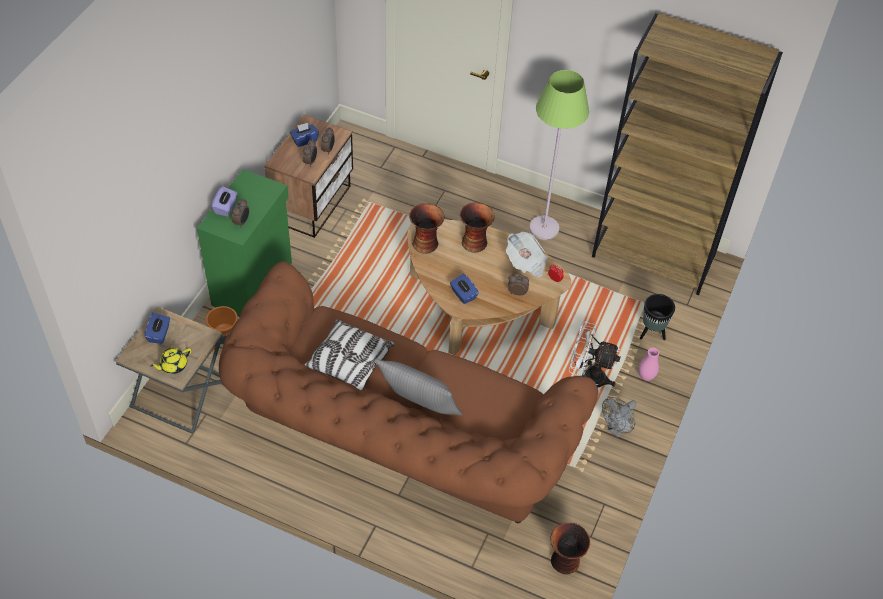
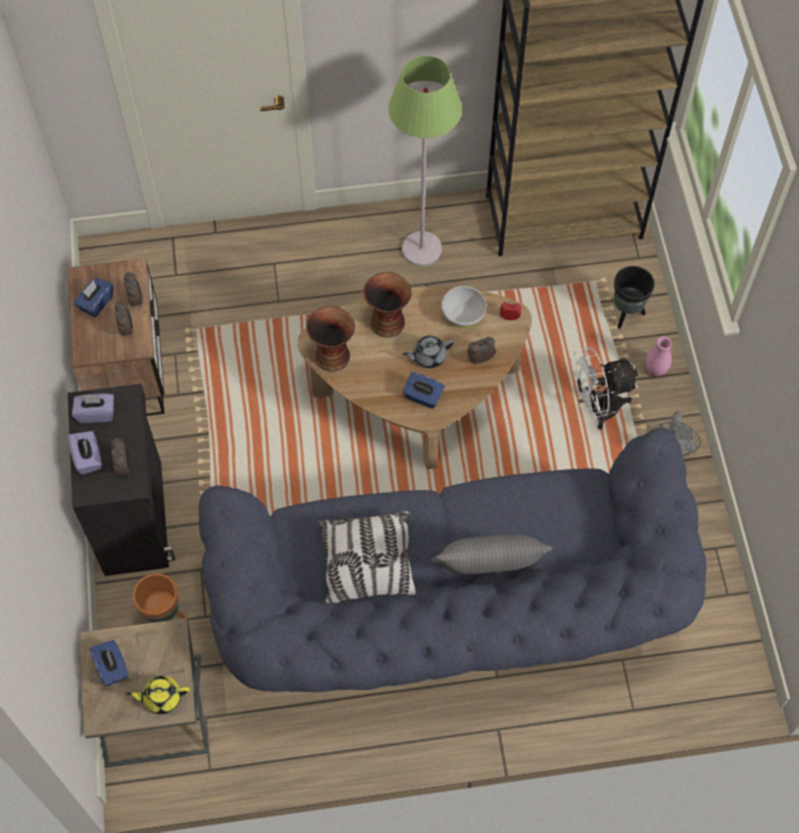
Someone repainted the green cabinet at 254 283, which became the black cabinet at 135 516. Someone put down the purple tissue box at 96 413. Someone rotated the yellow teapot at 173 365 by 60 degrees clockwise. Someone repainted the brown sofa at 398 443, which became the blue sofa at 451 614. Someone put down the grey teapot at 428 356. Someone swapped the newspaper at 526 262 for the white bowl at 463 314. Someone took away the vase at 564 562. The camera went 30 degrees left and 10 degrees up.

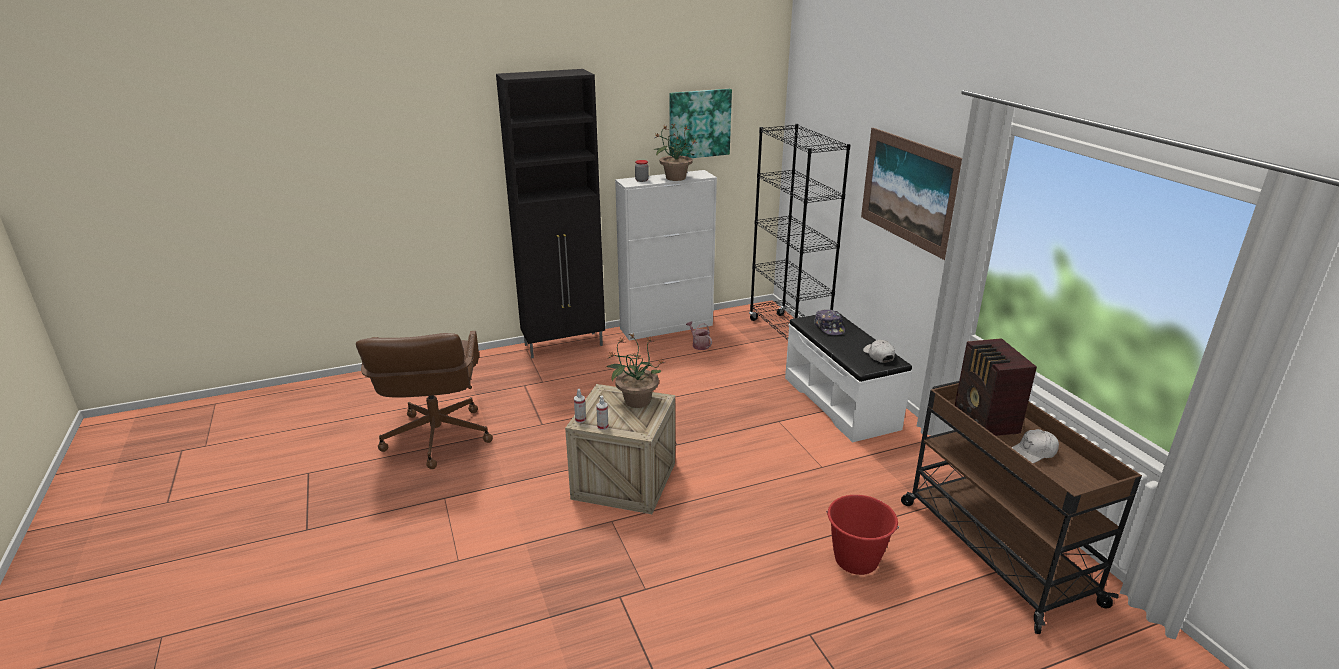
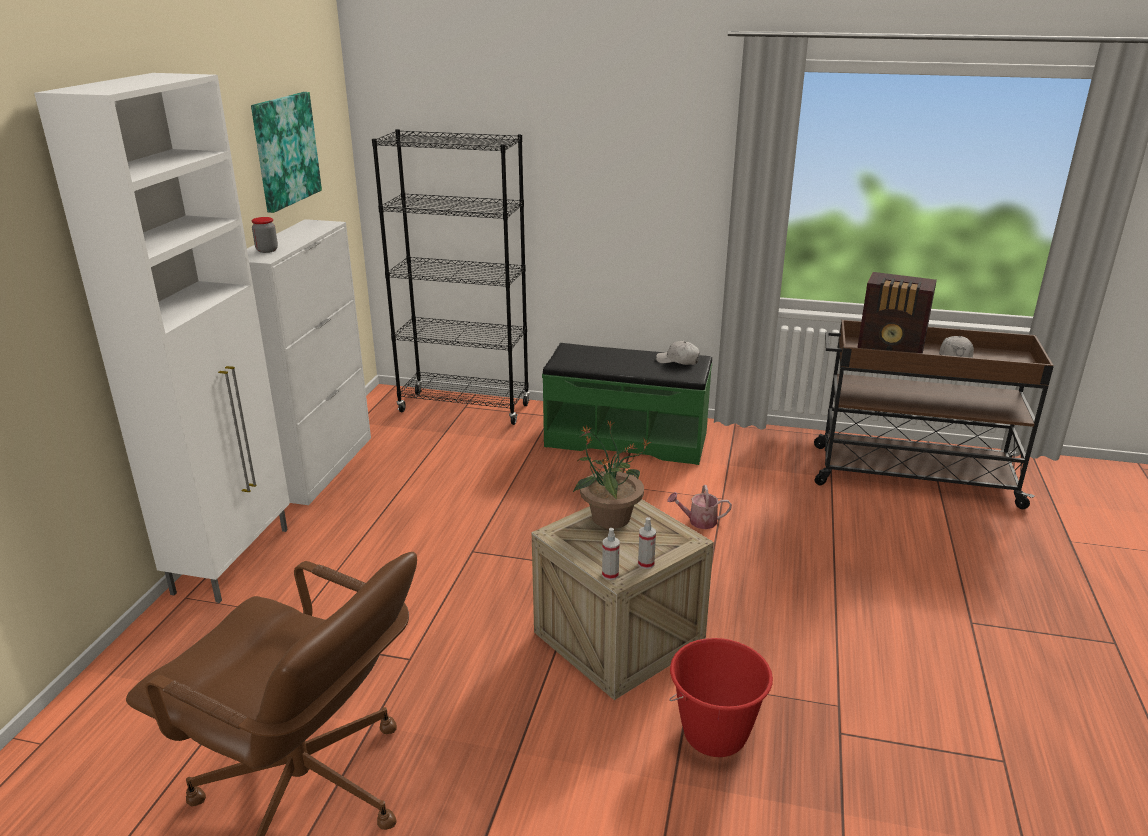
Someone repainted the black cabinet at 565 345, which became the white cabinet at 234 559. Someone repainted the white bench at 841 402, which became the green bench at 626 439. Someone carried the watering can from 699 345 to 698 521. Someone carried the red bucket from 856 560 to 715 734. Someone took away the potted plant at 675 178. Someone took away the cap at 829 327. Someone took away the picture at 909 191. The camera went 55 degrees left and 0 degrees up.

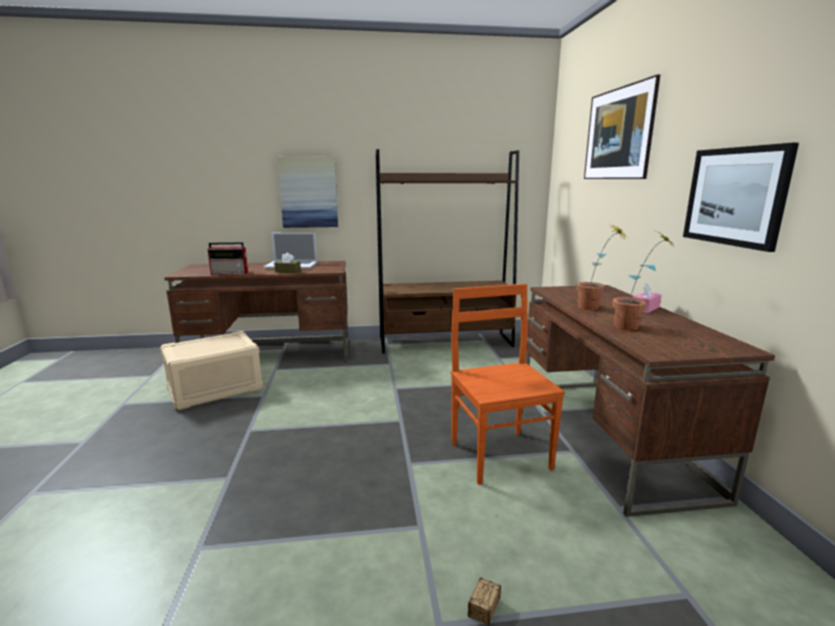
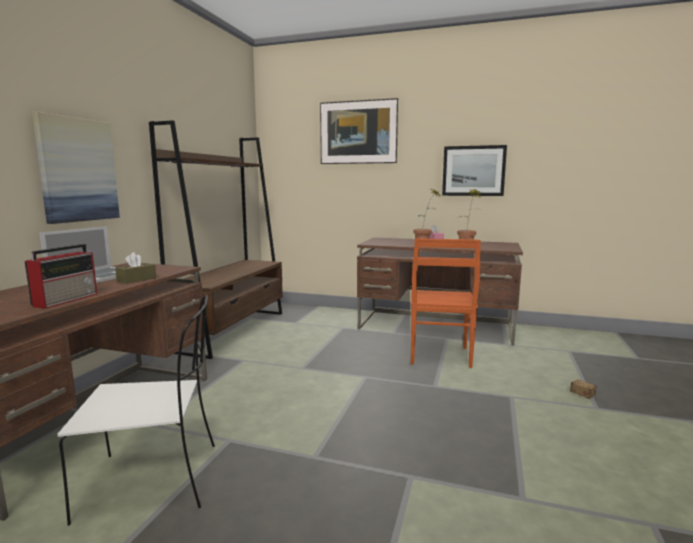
Someone swapped the beige storage box at 215 390 for the white chair at 155 480. Someone rotated the orange chair at 499 454 by 90 degrees counterclockwise. The camera went 65 degrees left and 5 degrees down.

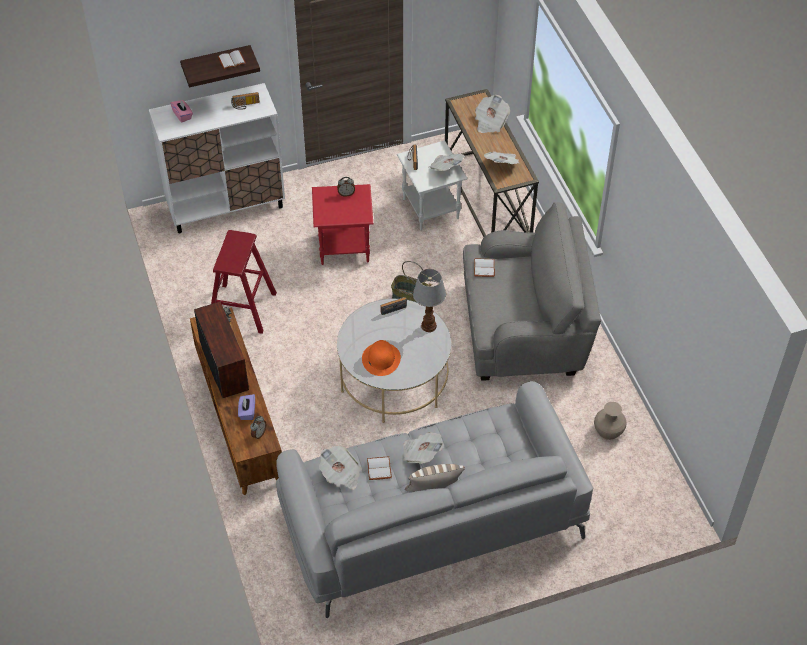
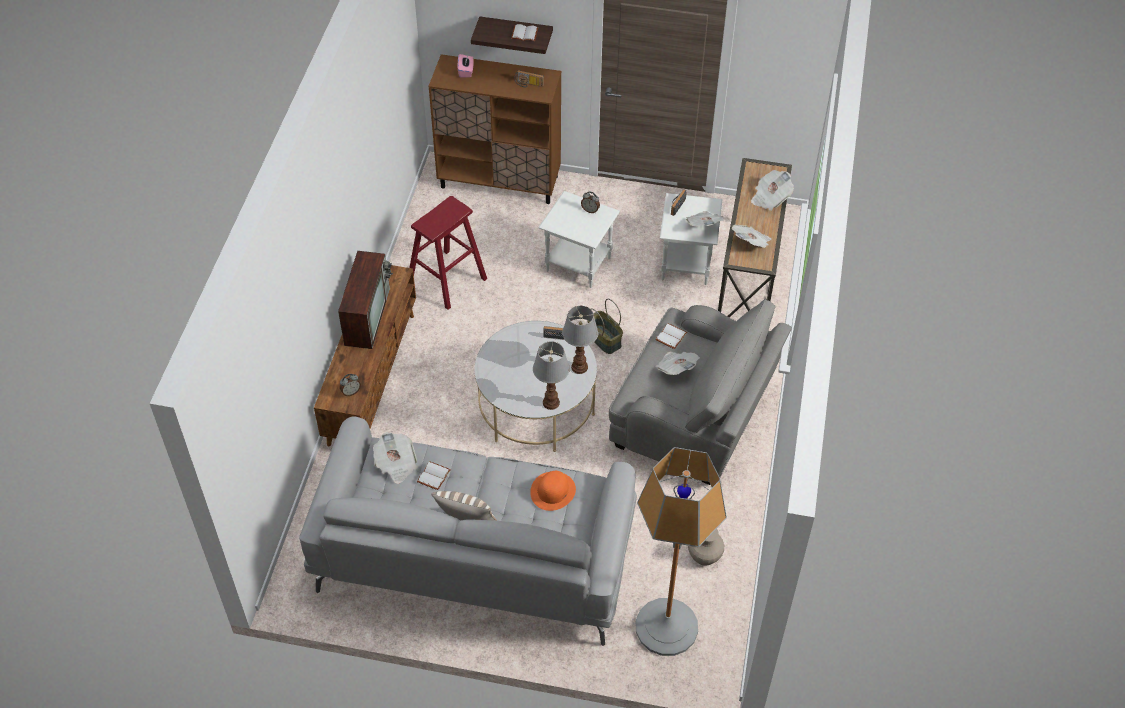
Someone repainted the white cabinet at 226 206, which became the brown cabinet at 500 182. Someone carried the orange hat from 381 359 to 553 491. Someone put down the table lamp at 551 403. Someone repainted the red side table at 345 247, which became the white side table at 579 265. Someone put down the floor lamp at 666 627. Someone carried the newspaper from 421 453 to 676 368. Someone took away the purple tissue box at 247 412. The camera went 30 degrees right and 0 degrees up.

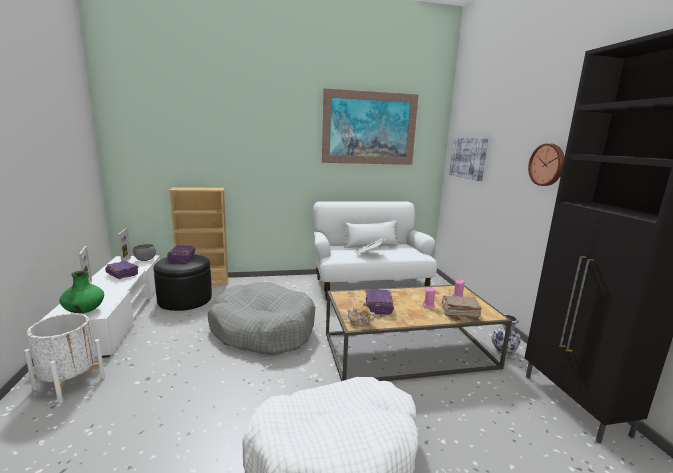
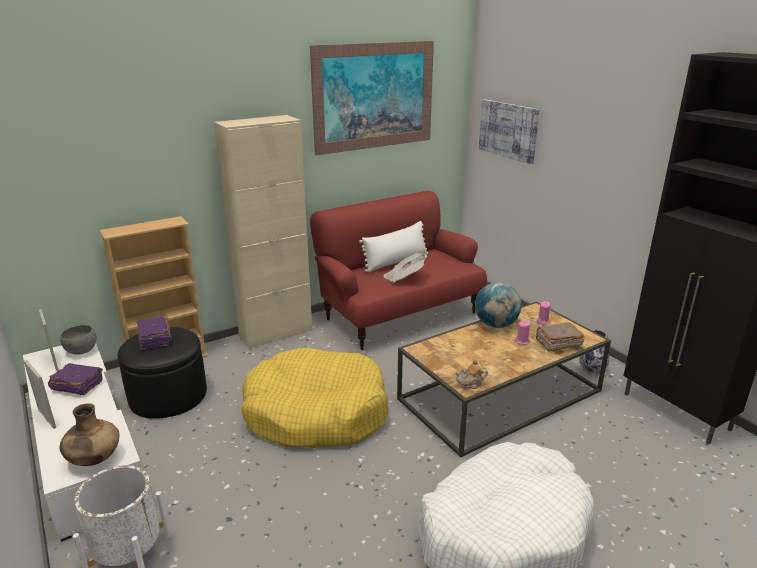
Someone repainted the green vase at 84 311, which became the brown vase at 94 459. Someone put down the beige cabinet at 275 333. Someone repainted the grey dog bed at 263 329, which became the yellow dog bed at 316 413. Someone repainted the white sofa at 369 285, which became the red sofa at 399 315. Someone put down the globe at 496 325. Someone took away the purple book at 378 308. Someone took away the wall clock at 547 164. The camera went 20 degrees left and 10 degrees up.

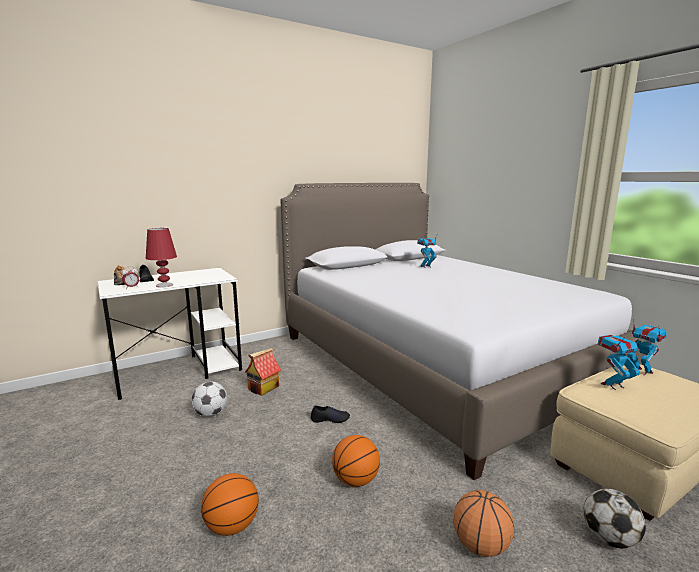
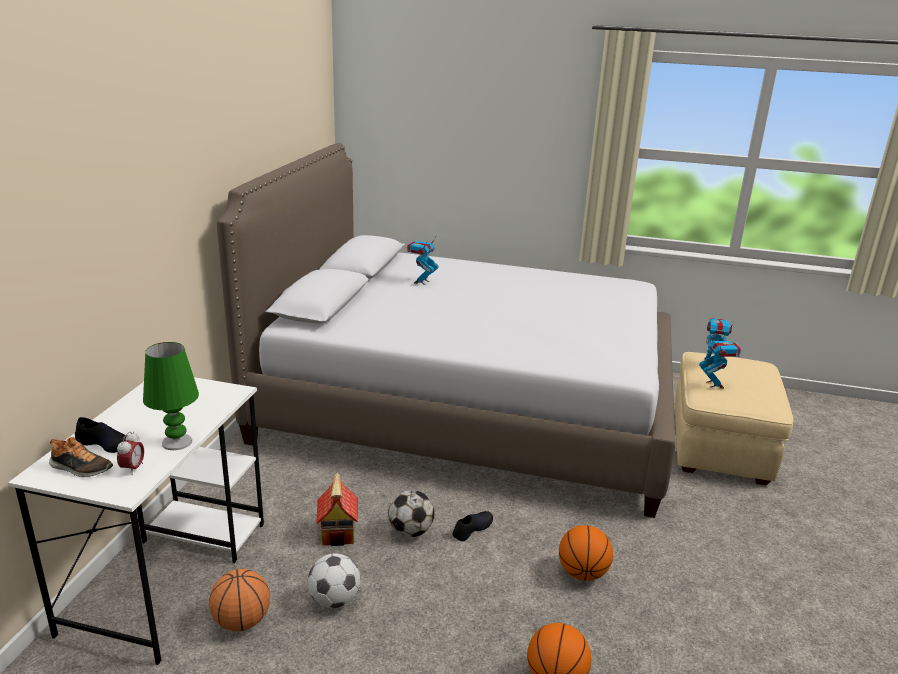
Someone repainted the red table lamp at 164 285, which became the green table lamp at 177 442. Someone carried the basketball from 480 545 to 242 621. Someone carried the football from 609 538 to 411 531. Someone rotated the toy robot at 612 385 by 150 degrees clockwise. The camera went 45 degrees left and 10 degrees up.

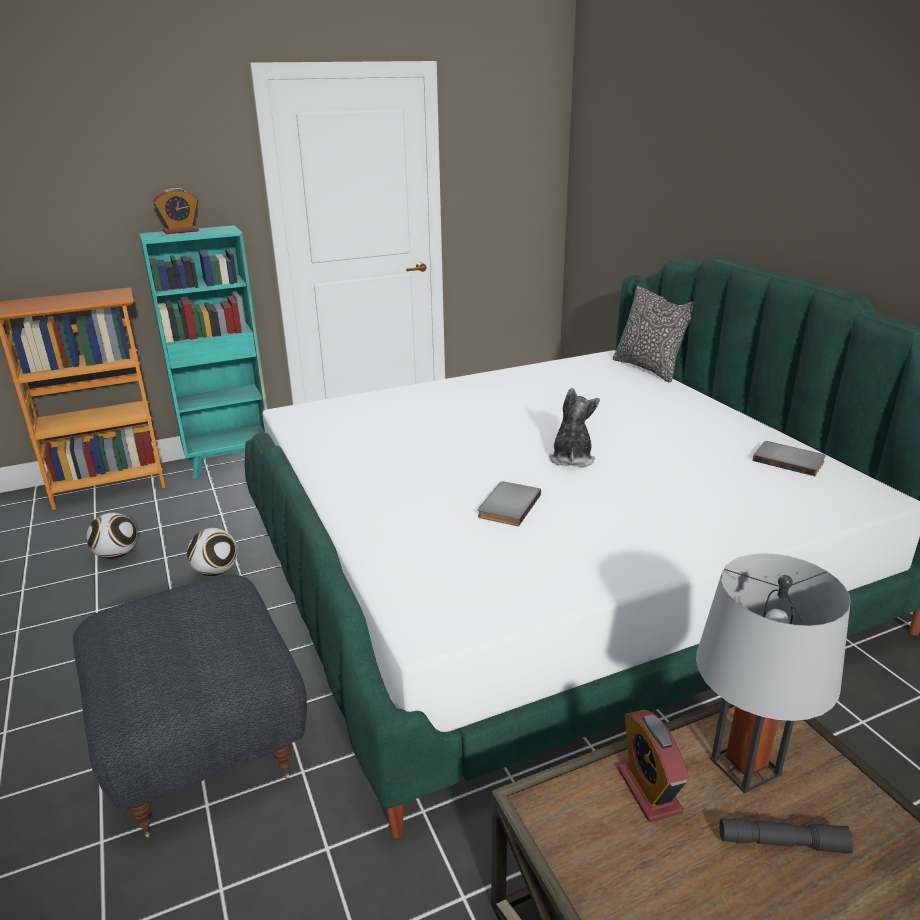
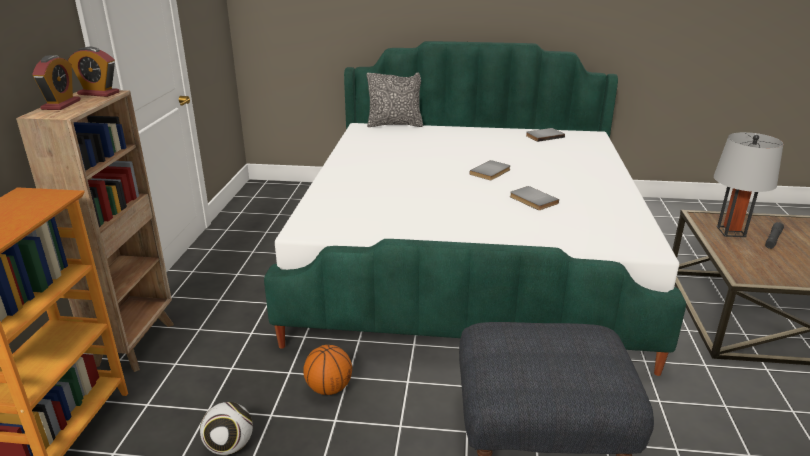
Someone repainted the turquoise bookcase at 230 462, which became the brown bookcase at 136 343. Someone carried the alarm clock from 649 790 to 98 93. Someone swapped the football at 216 571 for the basketball at 329 388. Someone swapped the plush toy at 571 458 for the grey book at 491 172. The camera went 60 degrees left and 0 degrees up.

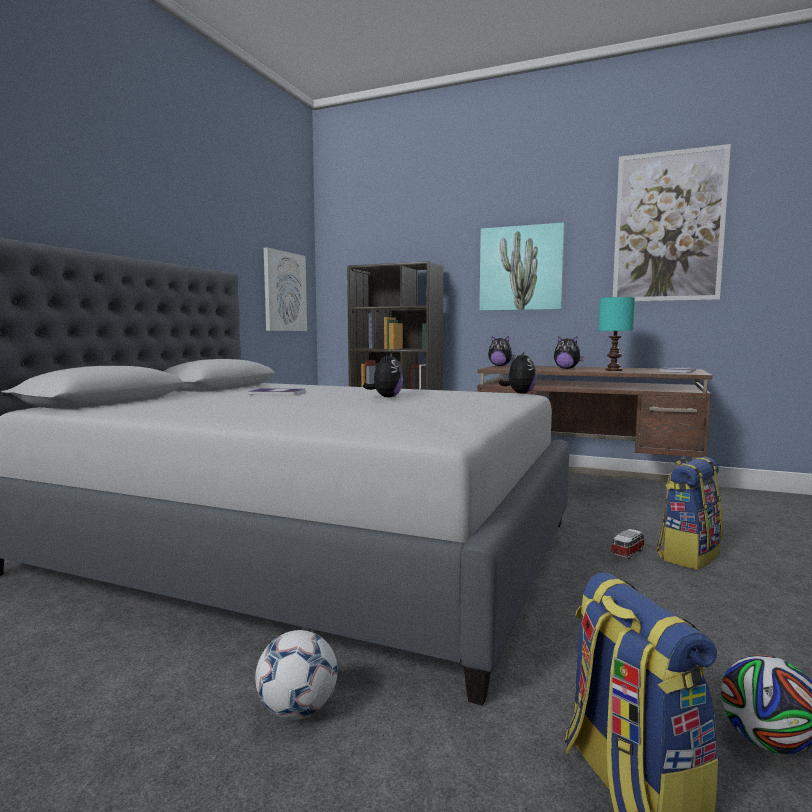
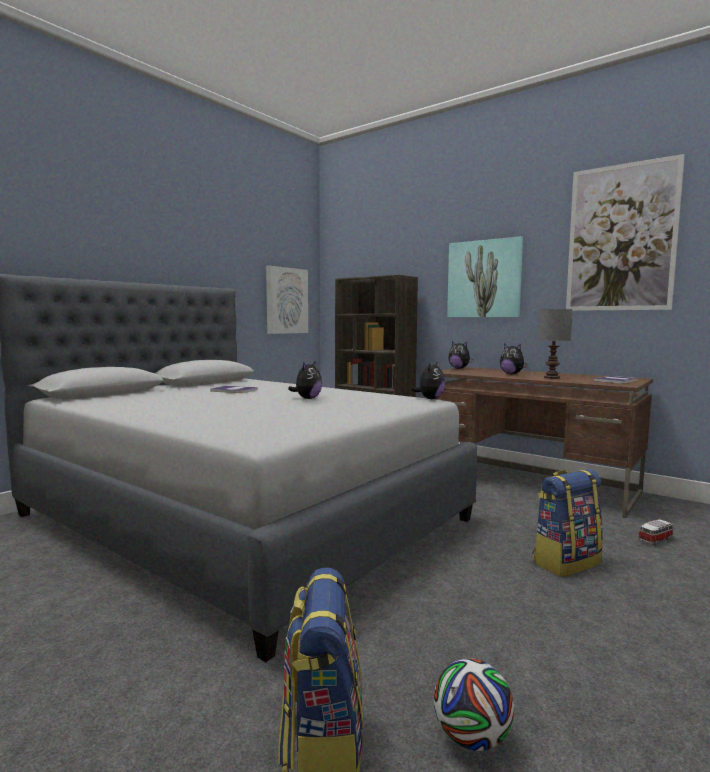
Someone repainted the turquoise table lamp at 612 370, which became the grey table lamp at 551 377. Someone carried the toy car from 628 553 to 656 540. Someone took away the football at 298 710. The camera went 15 degrees right and 0 degrees up.

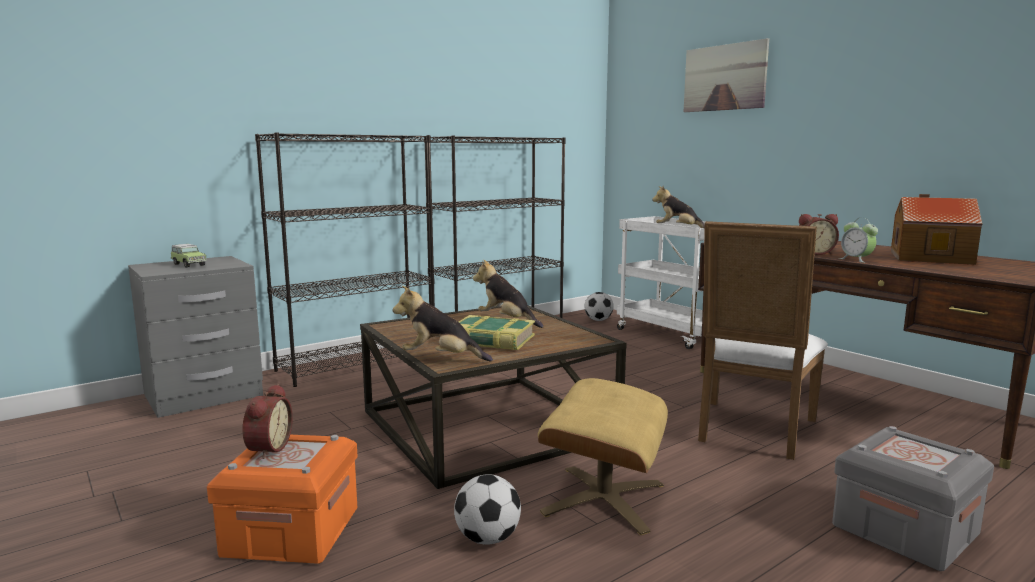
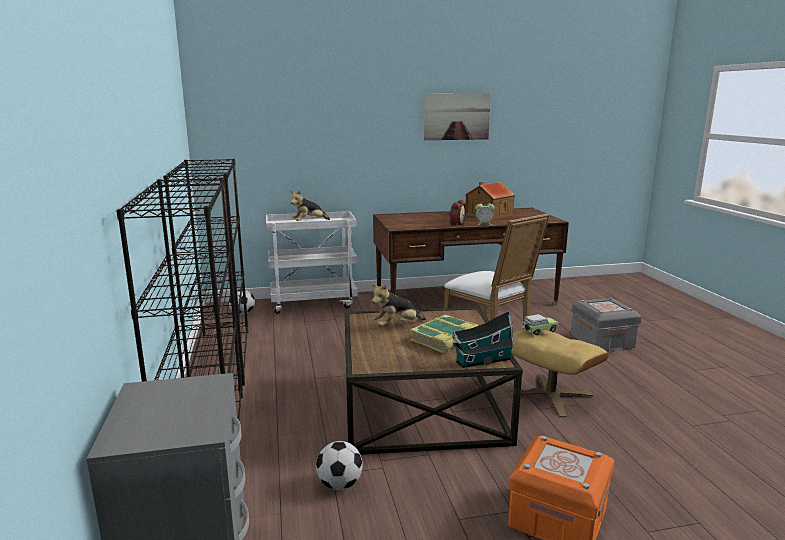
Someone carried the football from 487 538 to 339 484. Someone carried the picture from 724 77 to 456 116. Someone swapped the plush toy at 441 358 for the toy house at 481 361. Someone carried the toy car from 188 264 to 538 331. Someone took away the alarm clock at 267 448. The camera went 65 degrees left and 5 degrees up.

